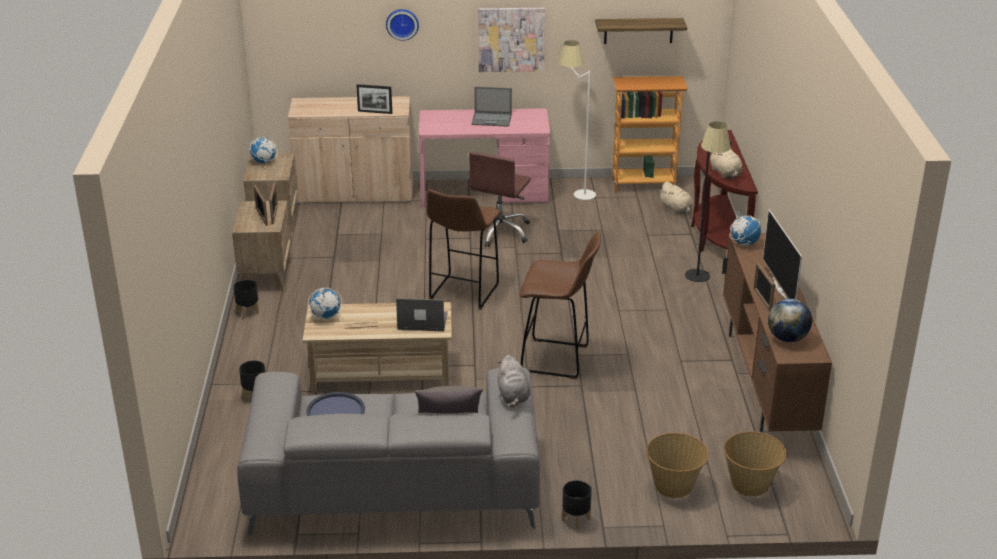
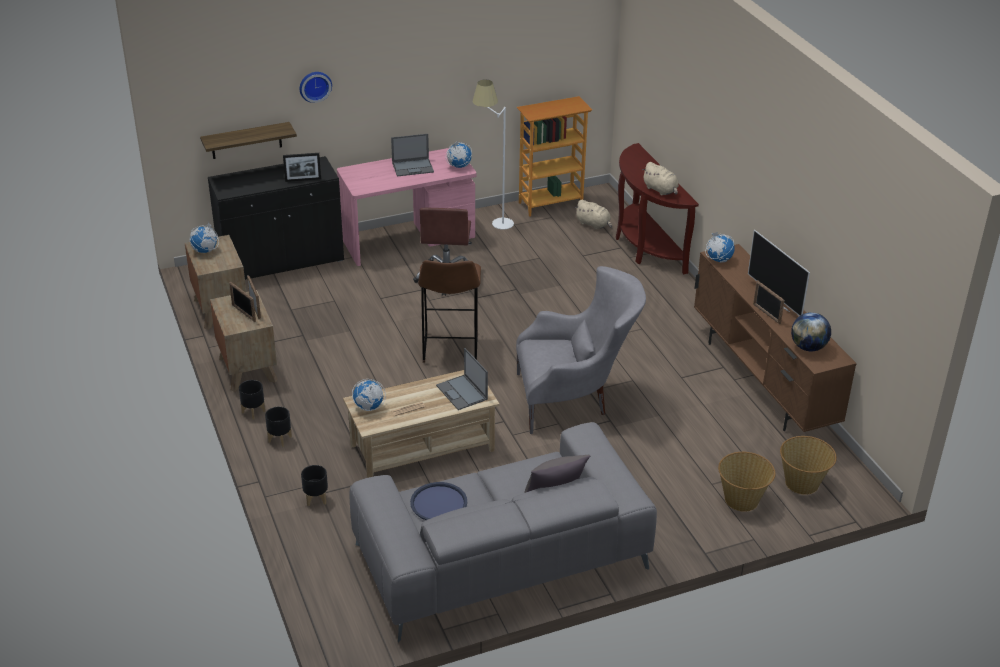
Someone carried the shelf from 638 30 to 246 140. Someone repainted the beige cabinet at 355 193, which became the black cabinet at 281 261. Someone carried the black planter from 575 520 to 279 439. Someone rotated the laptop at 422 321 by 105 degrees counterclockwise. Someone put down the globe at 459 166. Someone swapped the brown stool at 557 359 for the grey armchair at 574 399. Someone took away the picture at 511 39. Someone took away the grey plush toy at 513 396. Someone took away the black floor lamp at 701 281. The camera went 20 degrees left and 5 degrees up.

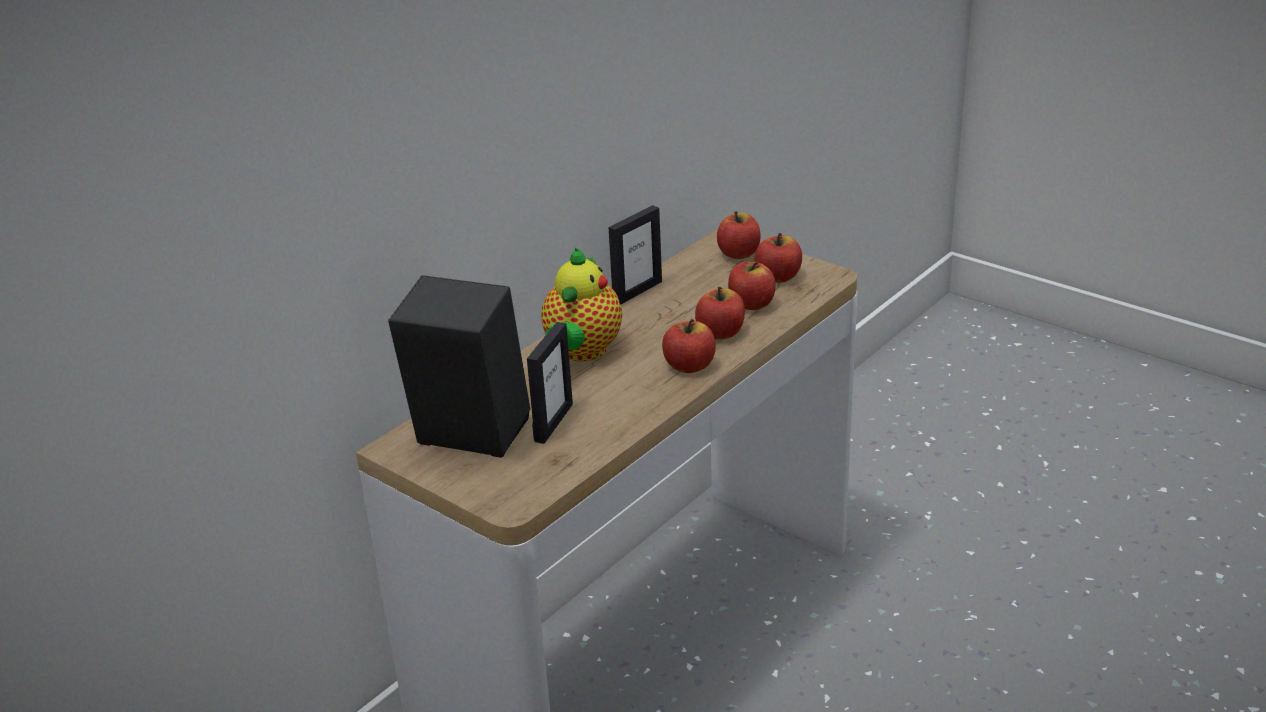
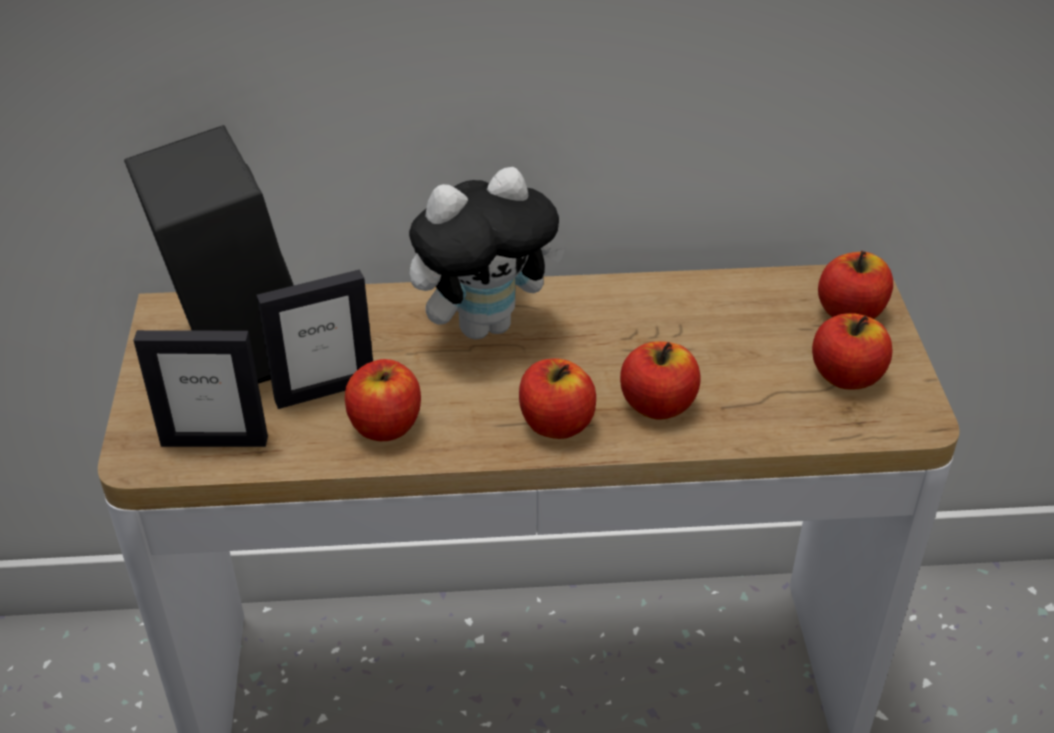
Someone carried the picture frame from 637 292 to 214 440. Someone carried the apple from 751 304 to 385 425. Someone swapped the teapot at 581 352 for the plush toy at 485 324. The camera went 45 degrees right and 10 degrees up.

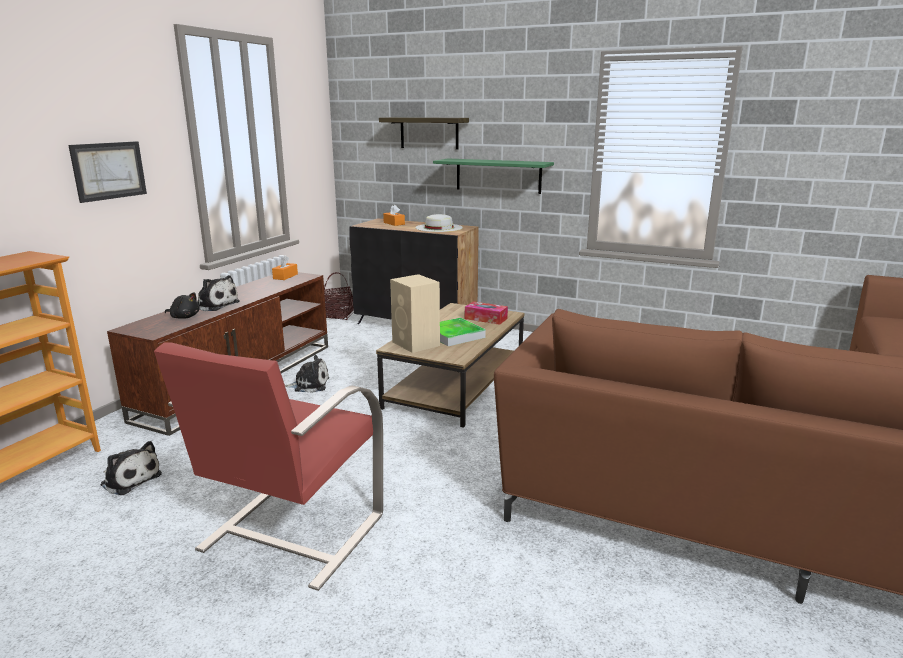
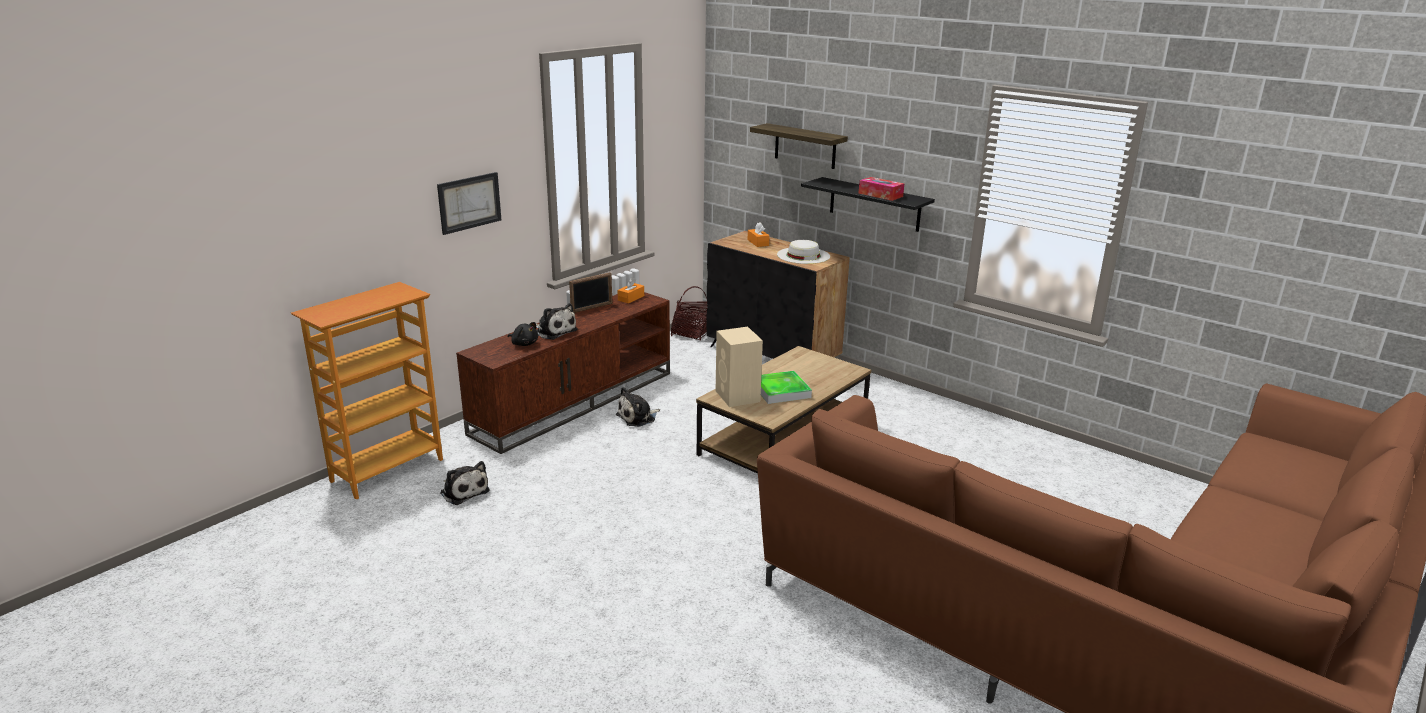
Someone put down the picture frame at 592 308. Someone rotated the plush toy at 309 385 by 135 degrees clockwise. Someone repainted the green shelf at 498 175, which became the black shelf at 874 204. Someone carried the tissue box from 486 319 to 880 195. Someone took away the red armchair at 291 533. The camera went 15 degrees right and 5 degrees up.

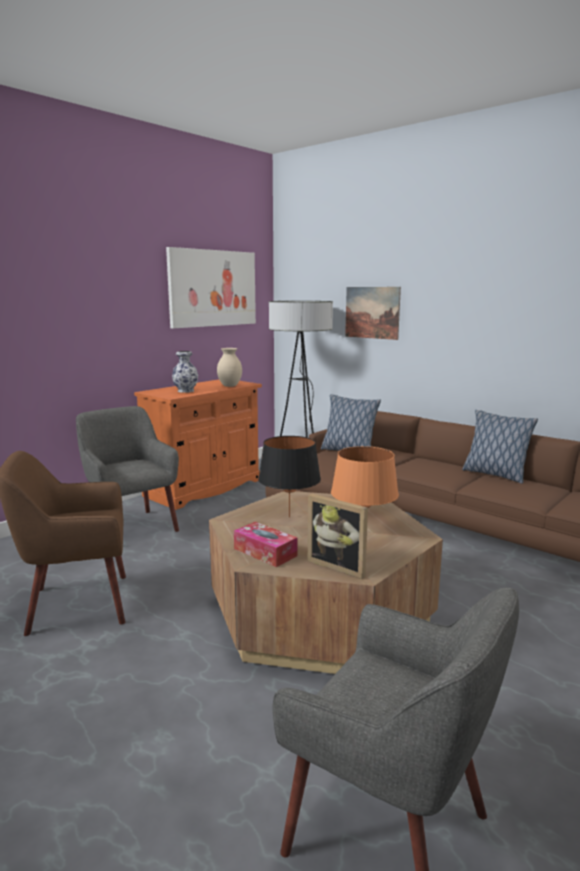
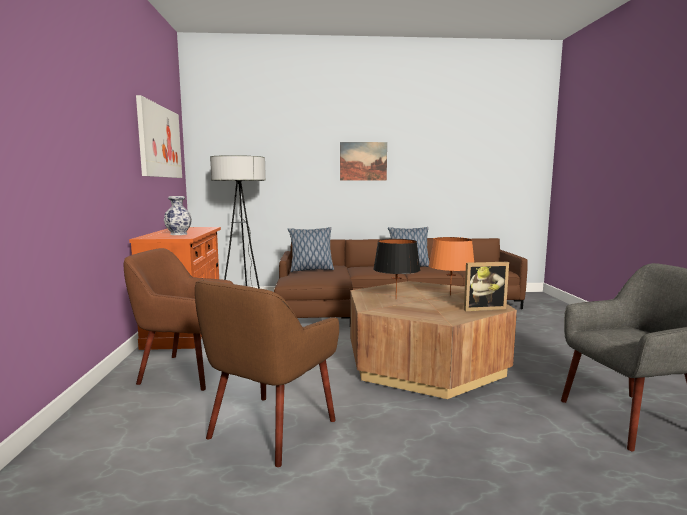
Someone repainted the grey armchair at 131 528, which became the brown armchair at 186 371. Someone carried the picture from 372 312 to 363 161. Someone took away the beige vase at 229 386. Someone took away the tissue box at 265 552. The camera went 45 degrees left and 5 degrees down.

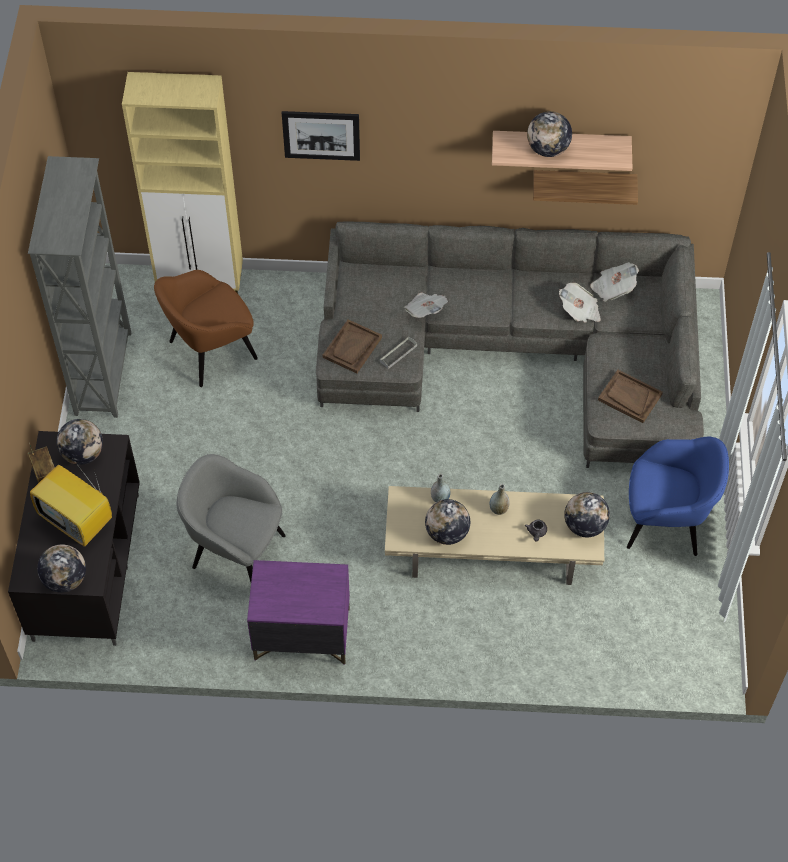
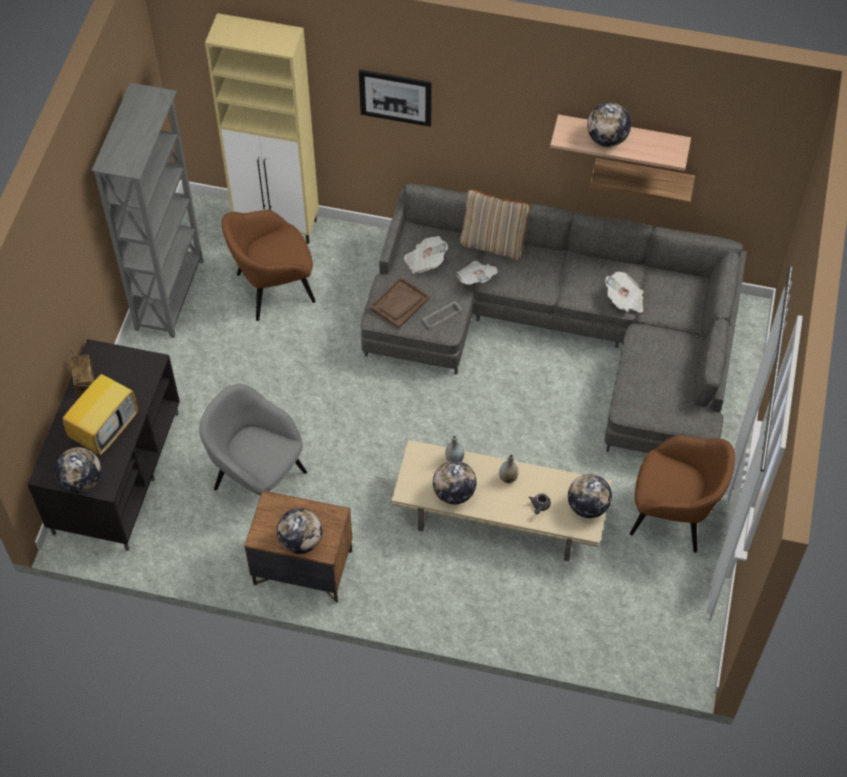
Someone rotated the television at 78 521 by 105 degrees counterclockwise. Someone repainted the purple nightstand at 301 634, which became the brown nightstand at 302 568. Someone carried the globe from 83 453 to 301 541. Someone carried the newspaper from 613 287 to 425 261. Someone put down the beige pillow at 493 243. Someone repainted the blue armchair at 666 522, which became the brown armchair at 673 515. Someone took away the brown tray at 629 397. The camera went 10 degrees right and 0 degrees up.

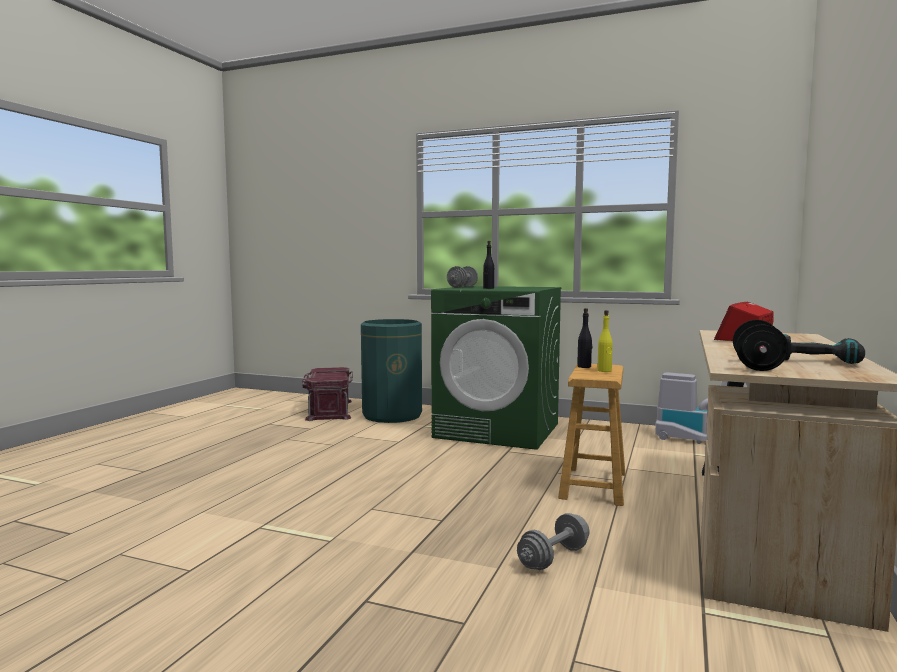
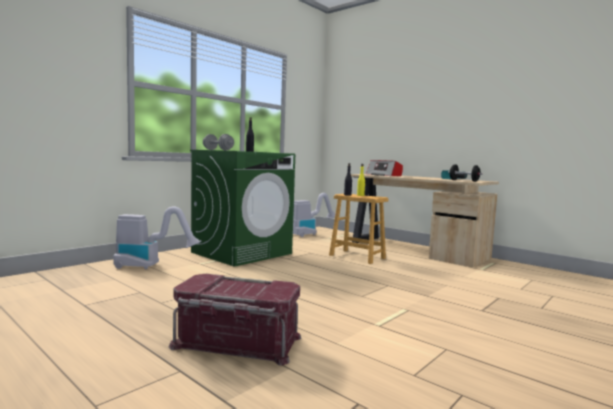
Someone swapped the green trash can at 392 415 for the vacuum cleaner at 151 266. Someone carried the red storage box from 328 410 to 236 342. Someone took away the grey dumbbell at 553 558. The camera went 70 degrees left and 0 degrees up.

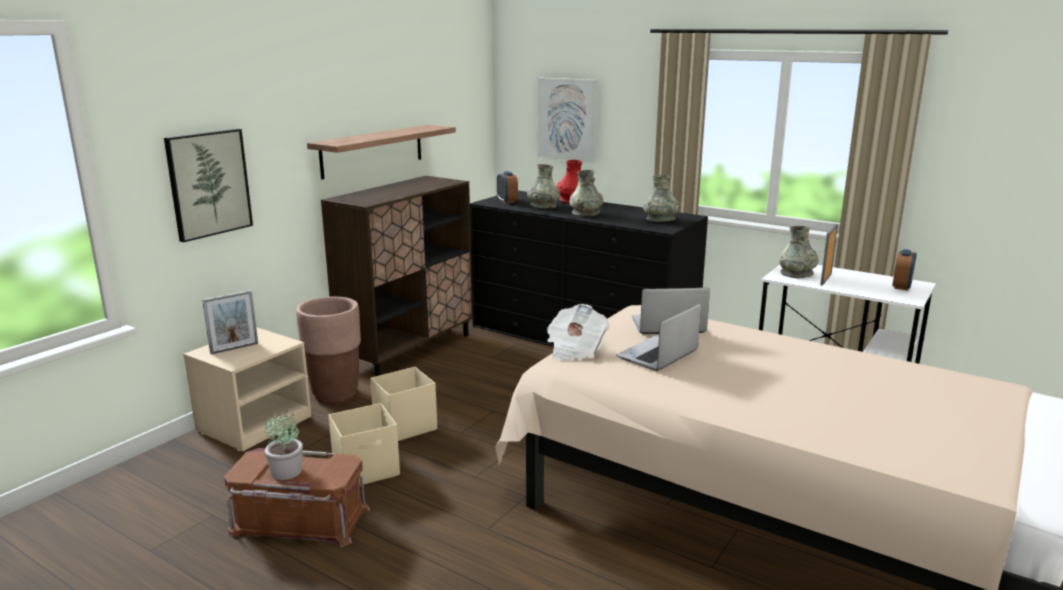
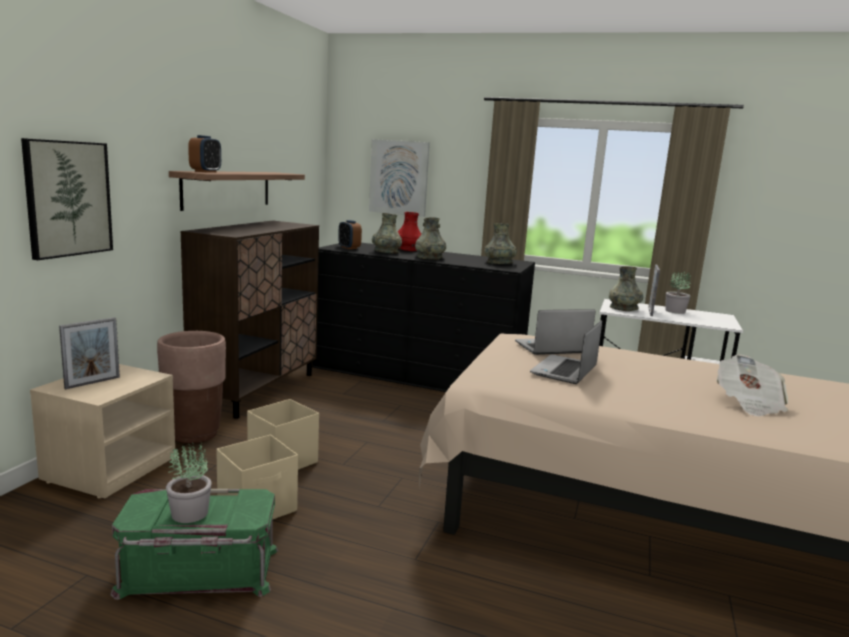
Someone repainted the brown storage box at 299 521, which became the green storage box at 198 572. Someone carried the alarm clock from 901 286 to 205 172. Someone put down the potted plant at 675 311. Someone carried the newspaper from 575 349 to 748 403. The camera went 15 degrees left and 5 degrees down.

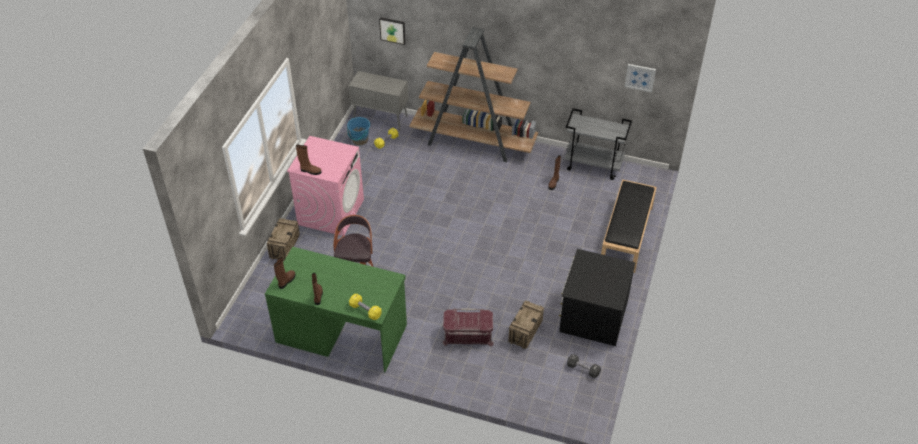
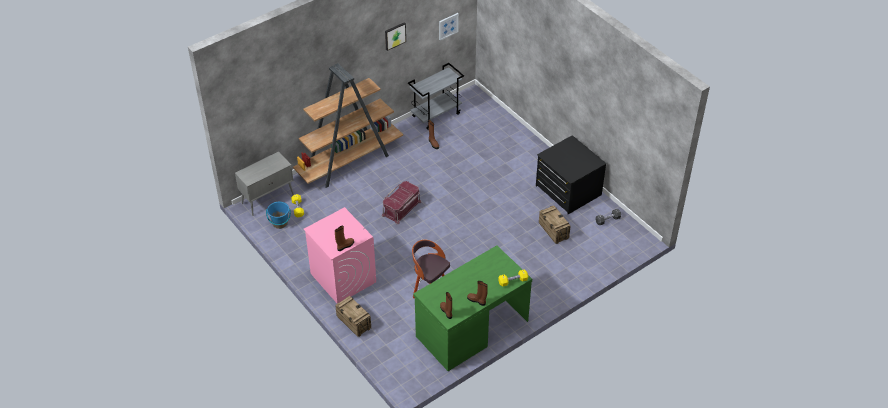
Someone carried the red storage box from 468 335 to 402 208. Someone carried the picture from 392 30 to 395 35. Someone took away the black bench at 626 235. The camera went 55 degrees left and 0 degrees up.

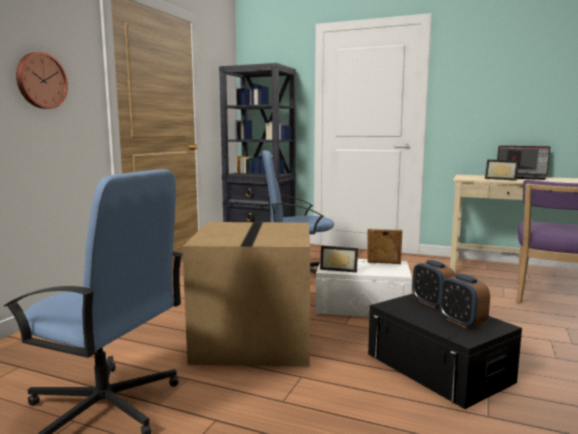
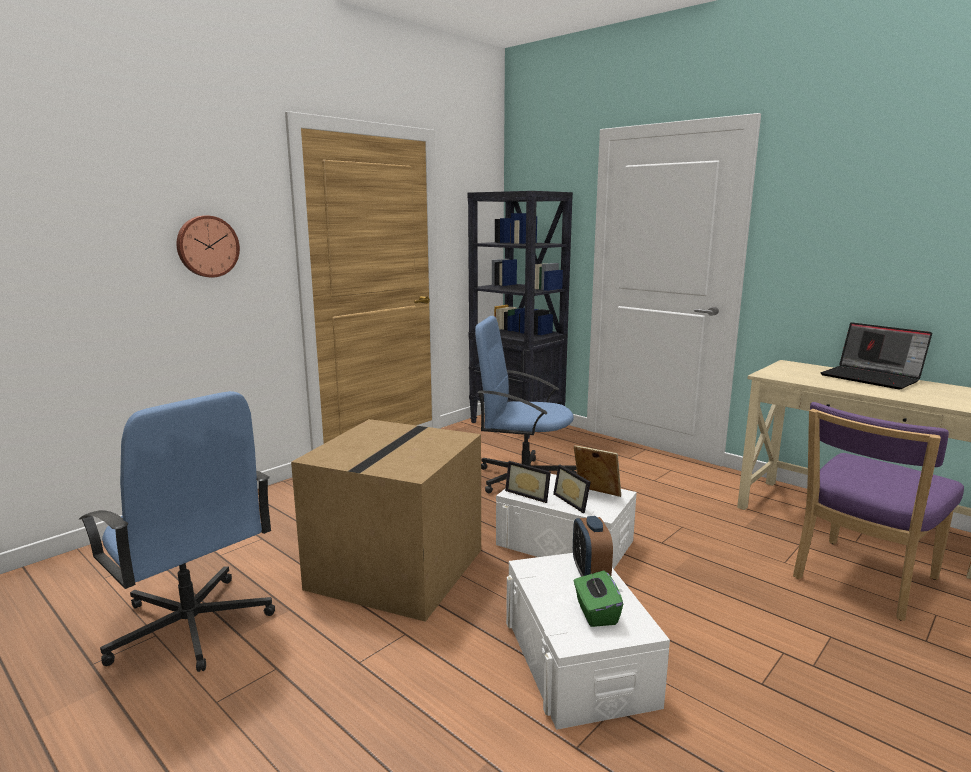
Someone repainted the black storage box at 438 367, which became the white storage box at 578 660. Someone carried the picture frame from 501 179 to 574 501. Someone swapped the alarm clock at 461 322 for the green tissue box at 595 613. The camera went 20 degrees right and 5 degrees up.

